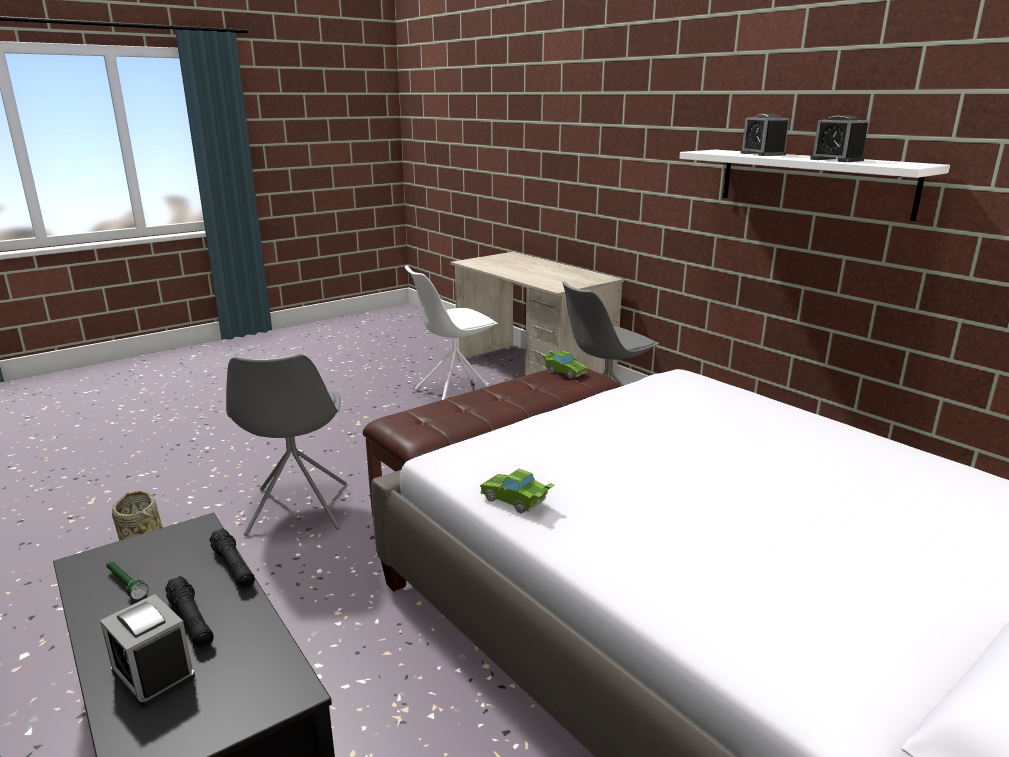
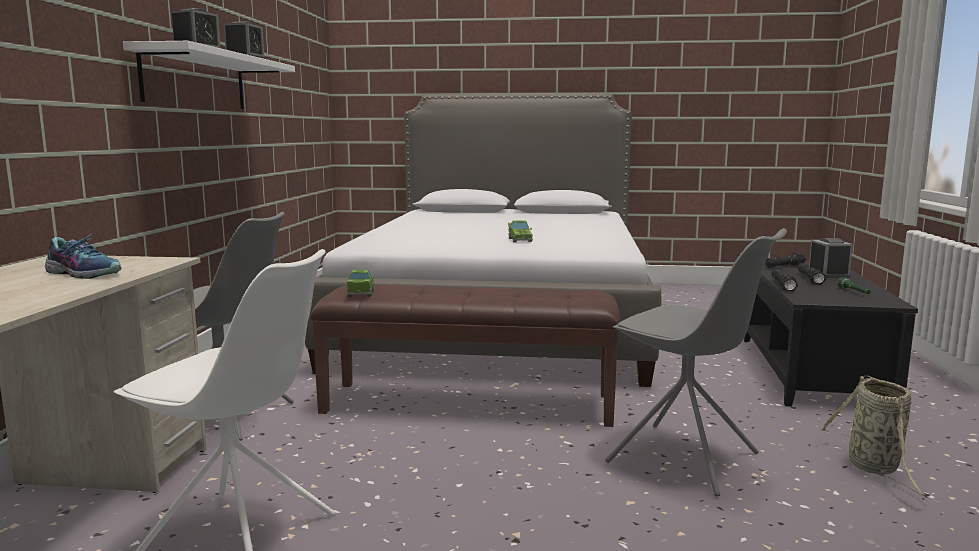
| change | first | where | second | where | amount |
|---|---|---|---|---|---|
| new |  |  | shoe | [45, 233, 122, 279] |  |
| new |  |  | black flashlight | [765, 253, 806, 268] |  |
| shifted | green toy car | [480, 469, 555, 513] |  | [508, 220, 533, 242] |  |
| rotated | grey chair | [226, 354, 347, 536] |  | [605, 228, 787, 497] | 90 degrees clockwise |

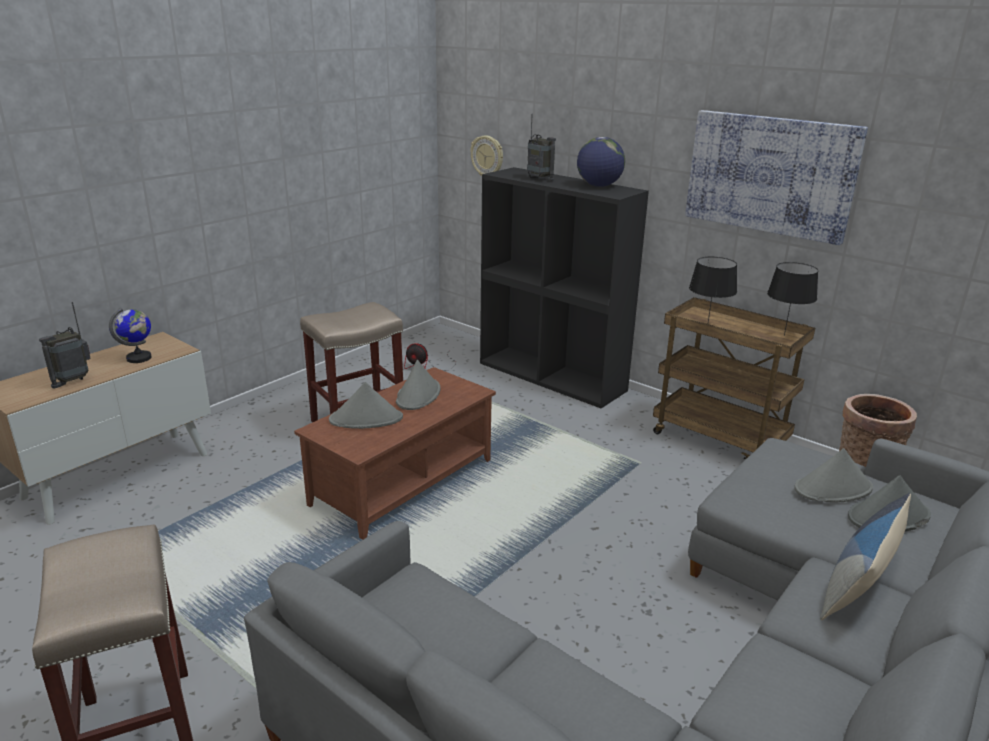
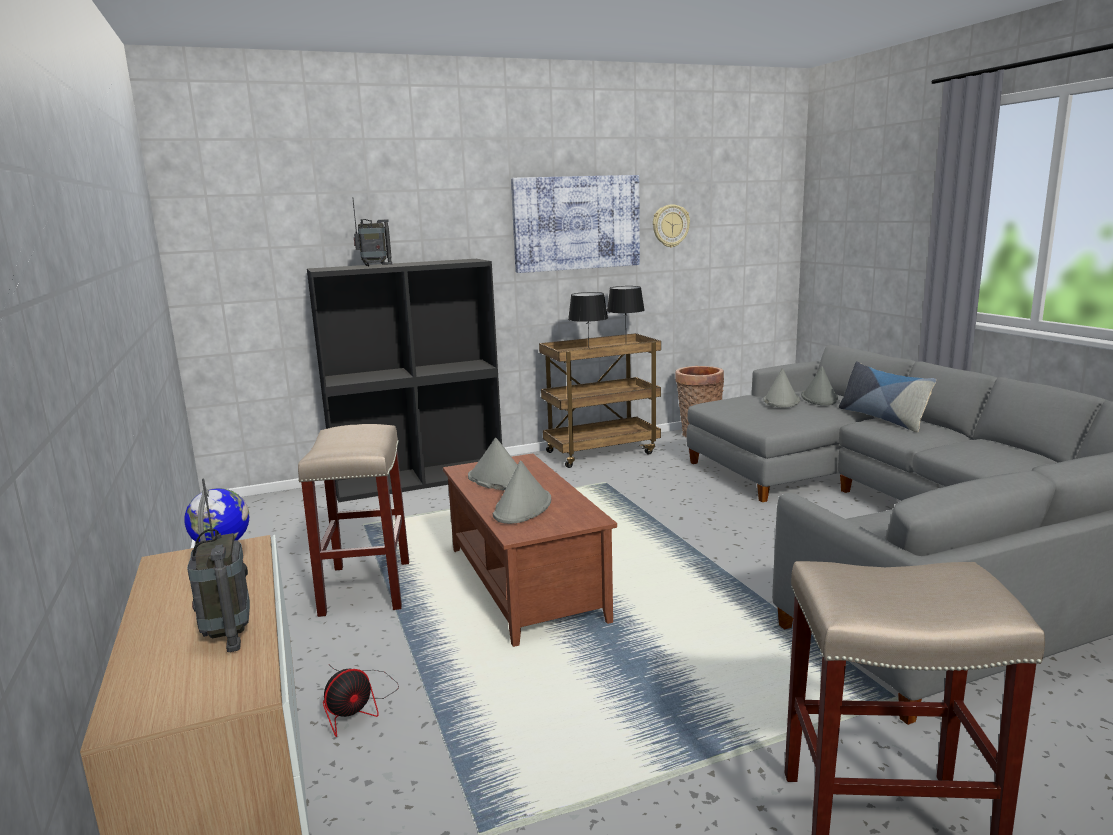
| change | first | where | second | where | amount |
|---|---|---|---|---|---|
| gone | globe | [577, 137, 625, 187] |  |  |  |
| shifted | fan | [404, 344, 453, 371] |  | [323, 667, 399, 737] |  |
| shifted | wall clock | [470, 135, 503, 176] |  | [653, 204, 690, 248] |  |

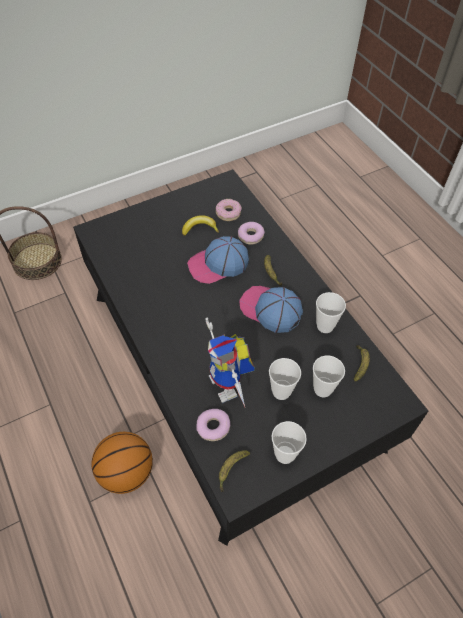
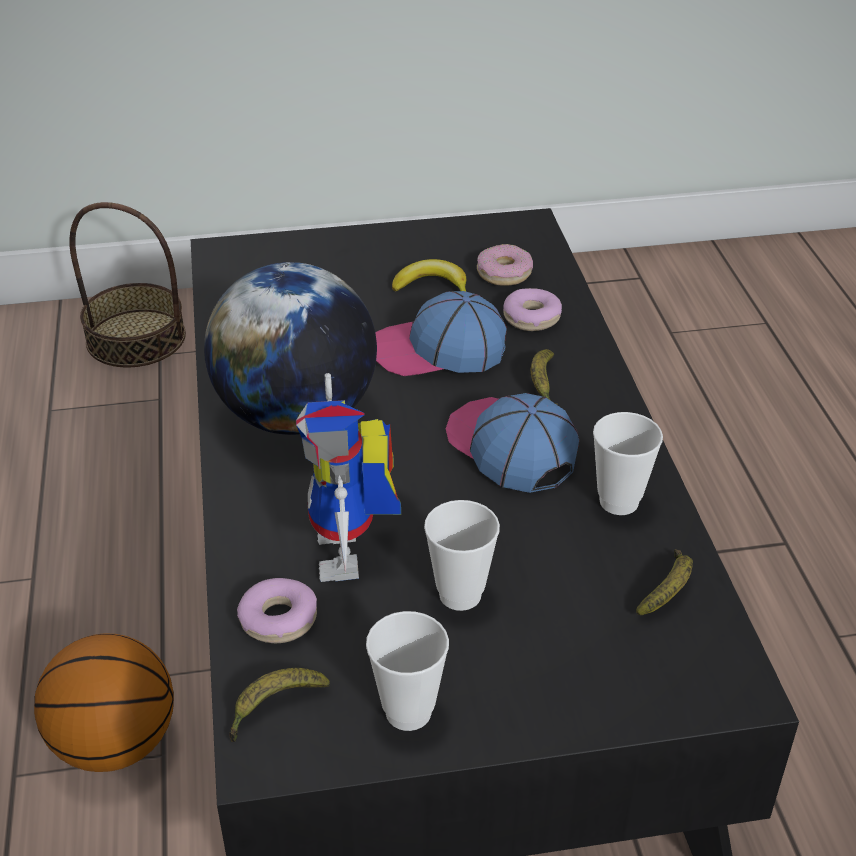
| change | first | where | second | where | amount |
|---|---|---|---|---|---|
| gone | cup | [313, 356, 345, 397] |  |  |  |
| new |  |  | globe | [204, 262, 377, 435] |  |

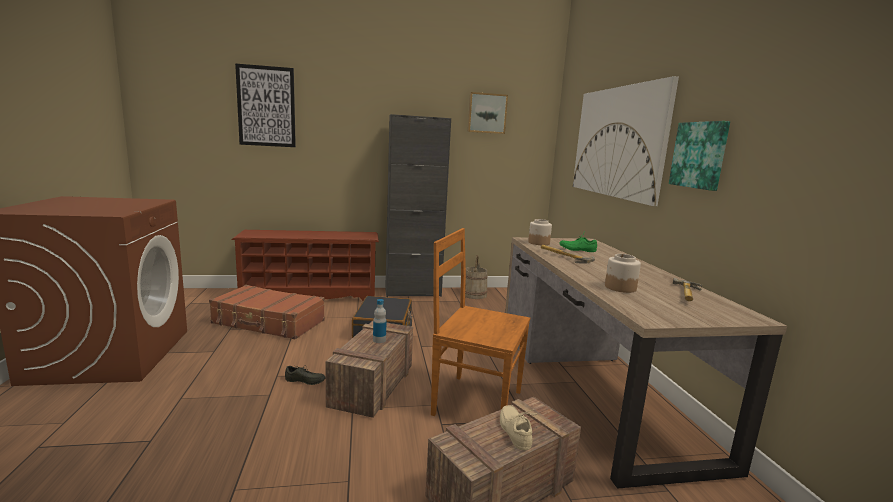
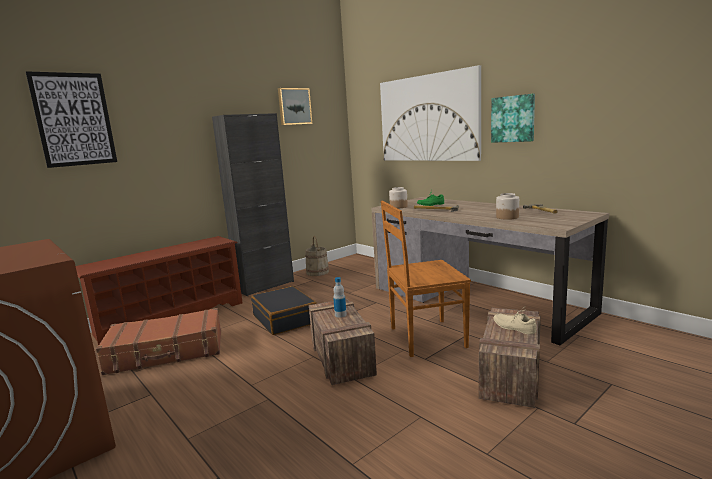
| change | first | where | second | where | amount |
|---|---|---|---|---|---|
| gone | grey shoe | [285, 366, 326, 385] |  |  |  |

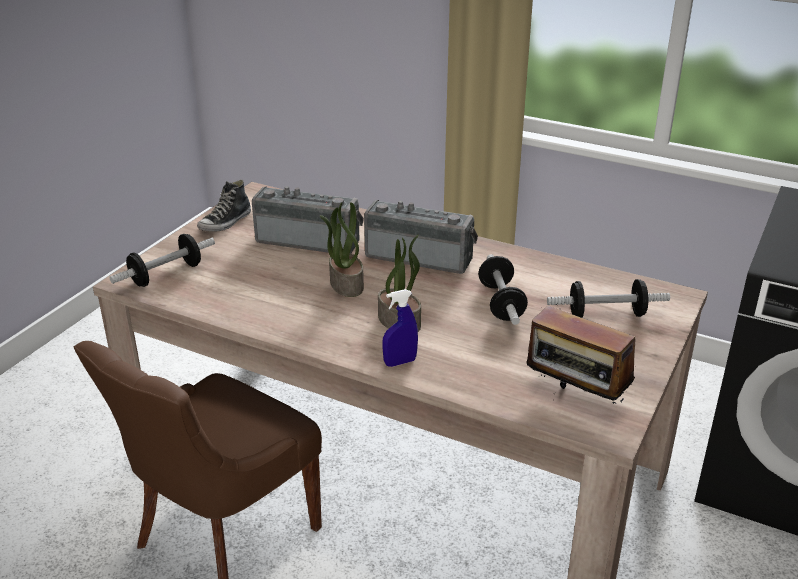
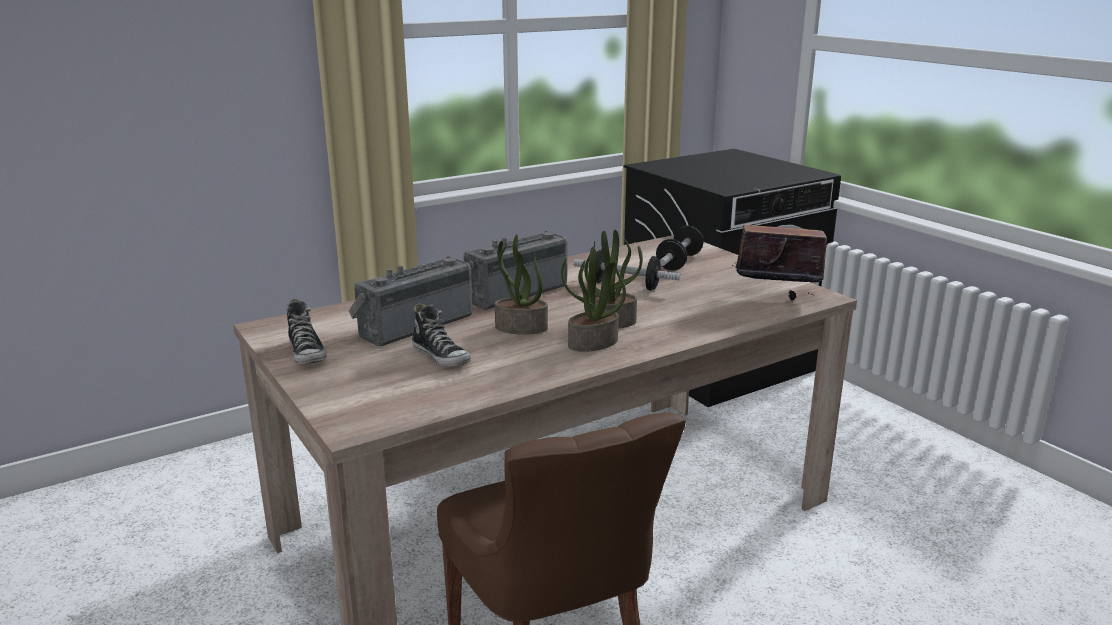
| change | first | where | second | where | amount |
|---|---|---|---|---|---|
| gone | dumbbell | [110, 234, 215, 287] |  |  |  |
| gone | blue spray bottle | [382, 289, 418, 367] |  |  |  |
| new |  |  | shoe | [412, 303, 471, 367] |  |
| new |  |  | potted plant | [561, 247, 626, 352] |  |
| rotated | radio | [527, 304, 635, 404] |  | [732, 208, 835, 300] | 150 degrees counterclockwise |

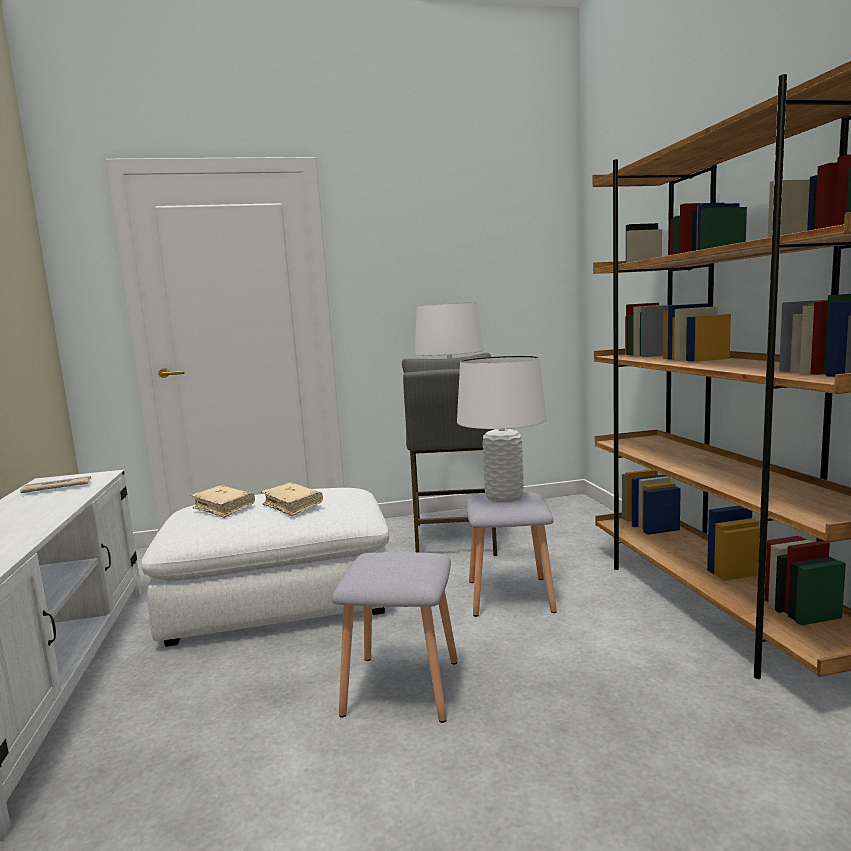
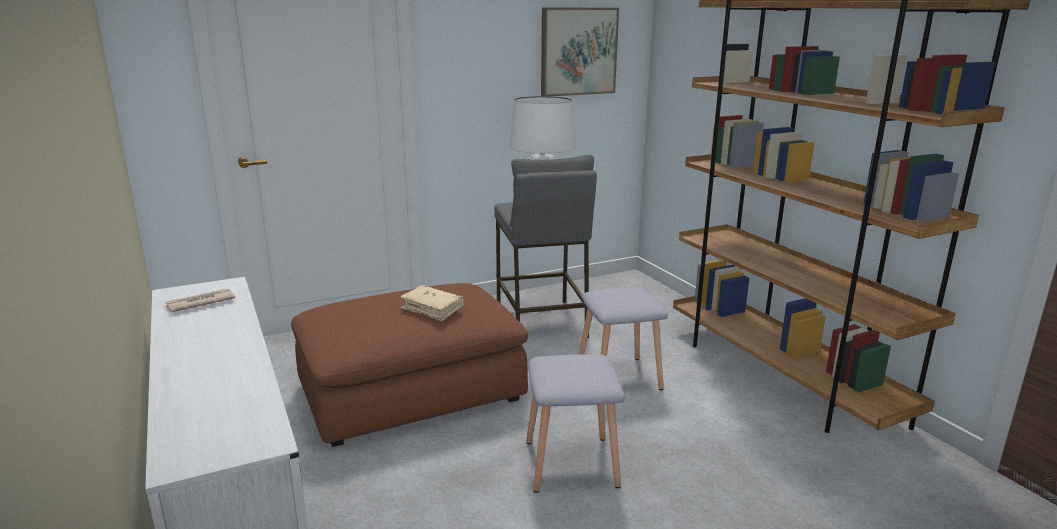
| change | first | where | second | where | amount |
|---|---|---|---|---|---|
| gone | beige book | [191, 485, 255, 518] |  |  |  |
| gone | white table lamp | [457, 356, 547, 502] |  |  |  |
| new |  |  | picture | [541, 7, 619, 96] |  |
| repainted | white ottoman | [141, 488, 389, 647] | brown ottoman | [291, 283, 528, 447] |  |

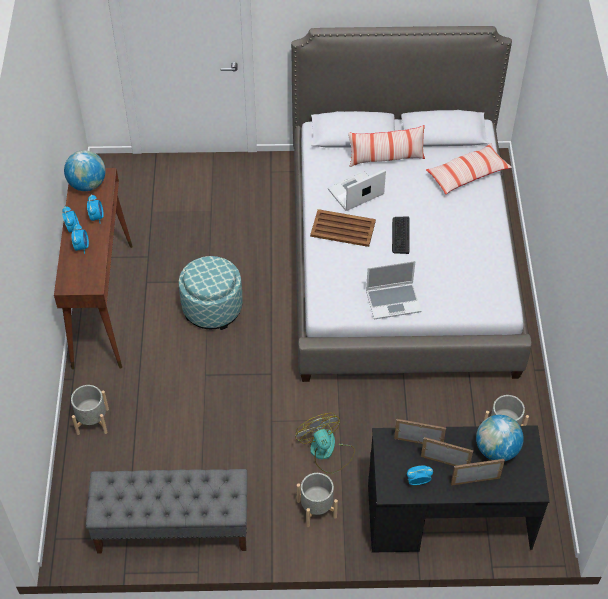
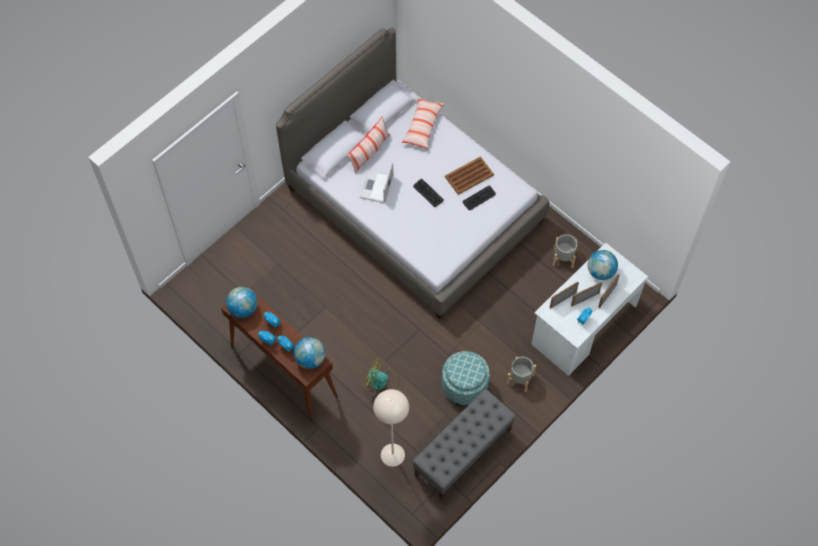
| change | first | where | second | where | amount |
|---|---|---|---|---|---|
| gone | grey planter | [71, 385, 109, 435] |  |  |  |
| gone | laptop | [366, 261, 422, 320] |  |  |  |
| new |  |  | globe | [294, 337, 325, 369] |  |
| new |  |  | beige floor lamp | [373, 389, 409, 467] |  |
| new |  |  | keyboard | [463, 185, 496, 210] |  |
| shifted | ottoman | [179, 256, 243, 330] |  | [442, 351, 490, 406] |  |
| shifted | fan | [295, 413, 355, 474] |  | [363, 358, 400, 392] |  |
| shifted | brown tray | [310, 209, 376, 247] |  | [445, 156, 494, 195] |  |
| repainted | black desk | [368, 425, 550, 552] | white desk | [531, 243, 648, 376] |  |

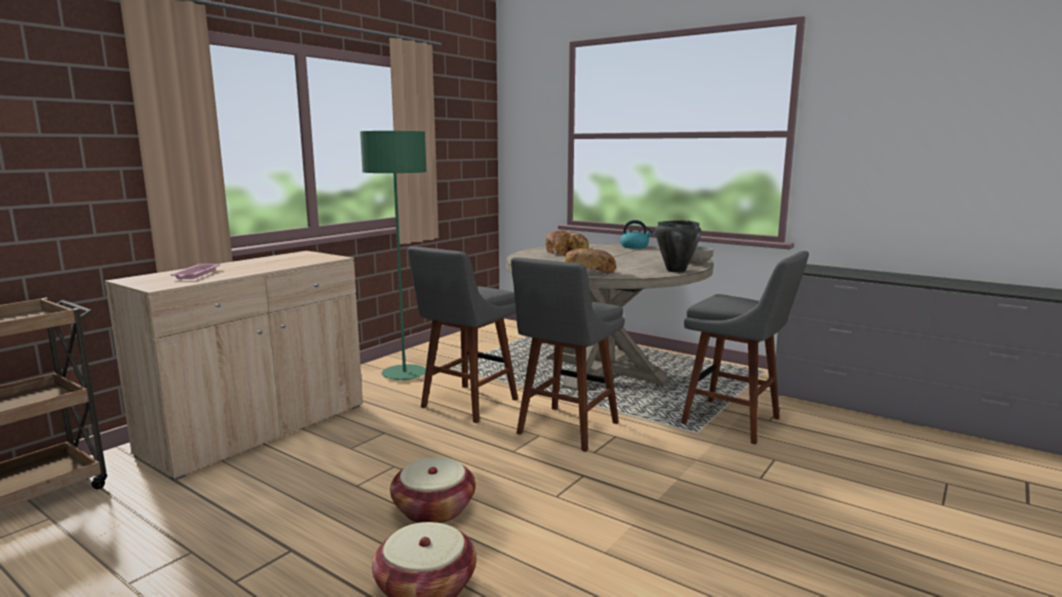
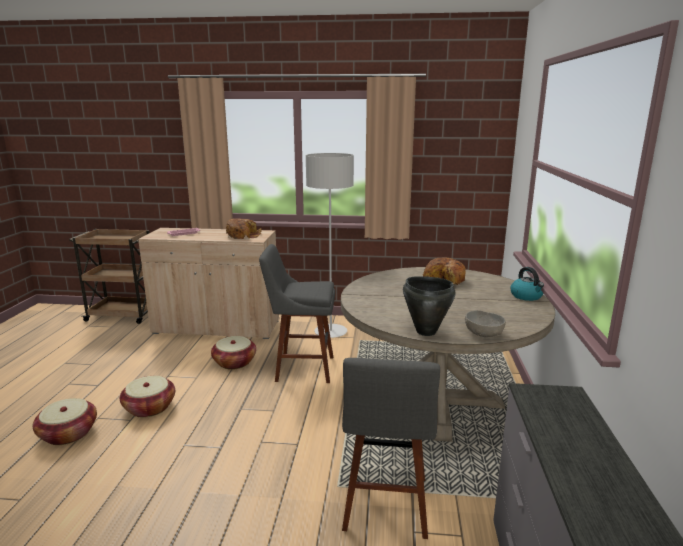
| change | first | where | second | where | amount |
|---|---|---|---|---|---|
| gone | grey stool | [511, 257, 625, 452] |  |  |  |
| new |  |  | basket | [211, 336, 256, 370] |  |
| shifted | bread | [565, 248, 617, 275] |  | [226, 218, 262, 239] |  |
| repainted | green floor lamp | [360, 131, 427, 380] | grey floor lamp | [306, 153, 354, 338] |  |

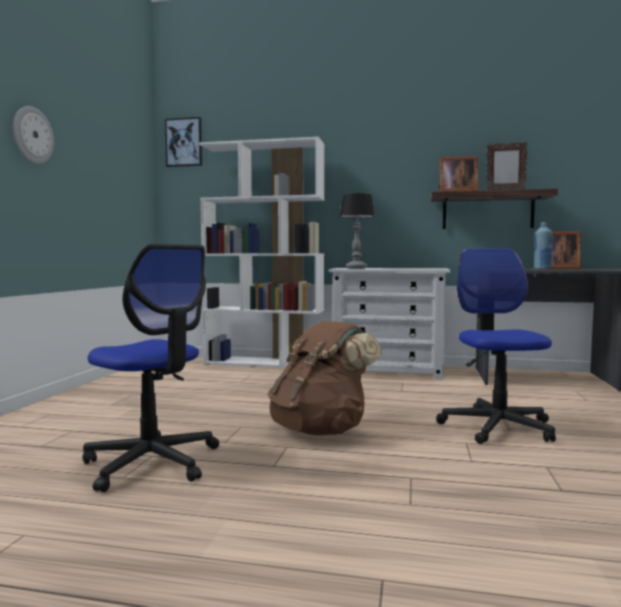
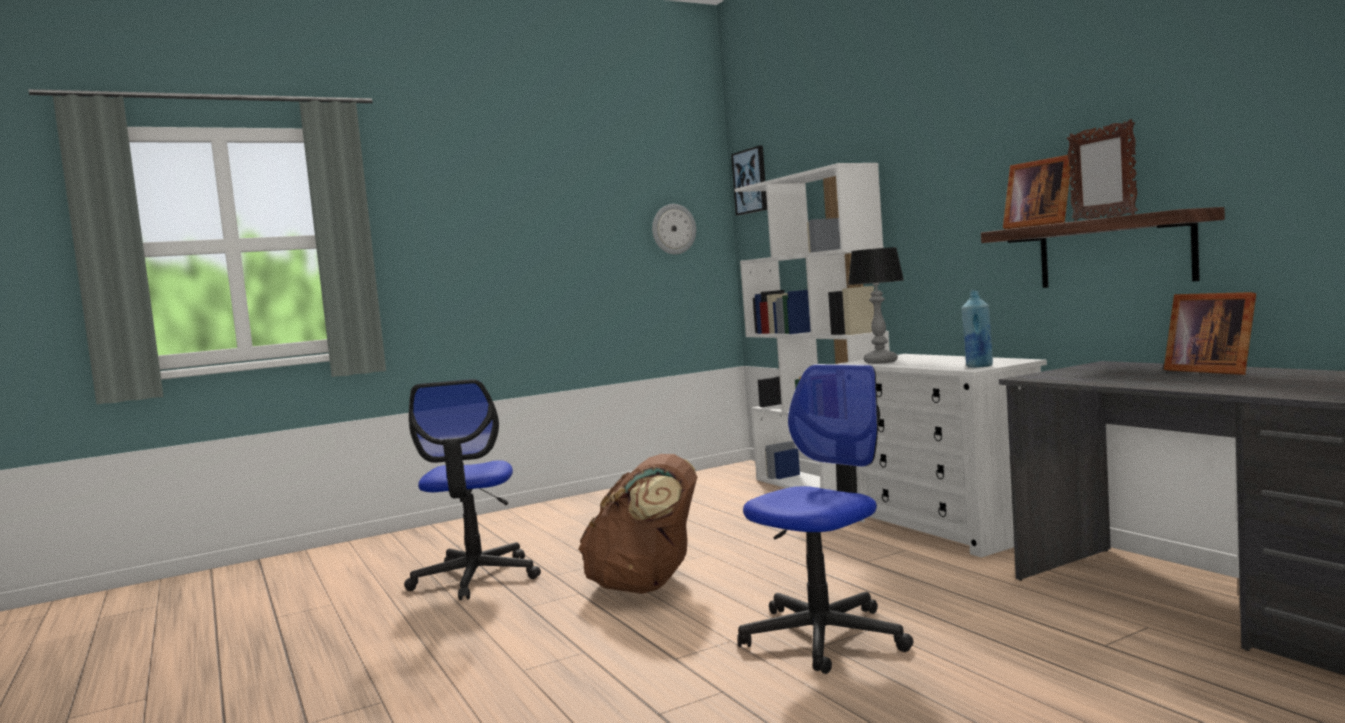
| change | first | where | second | where | amount |
|---|---|---|---|---|---|
| shifted | wall clock | [13, 106, 54, 164] |  | [652, 204, 696, 254] |  |
| shifted | blue bottle | [534, 222, 552, 269] |  | [962, 290, 993, 368] |  |

